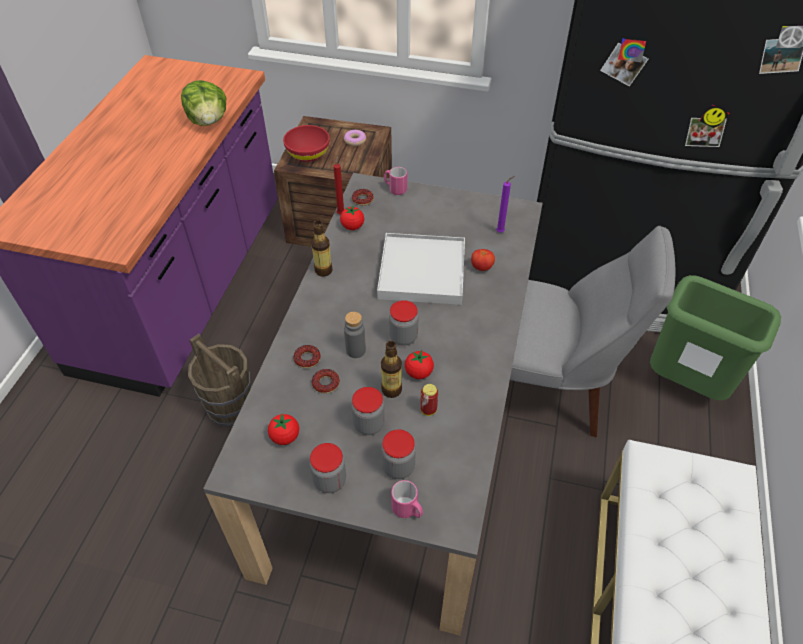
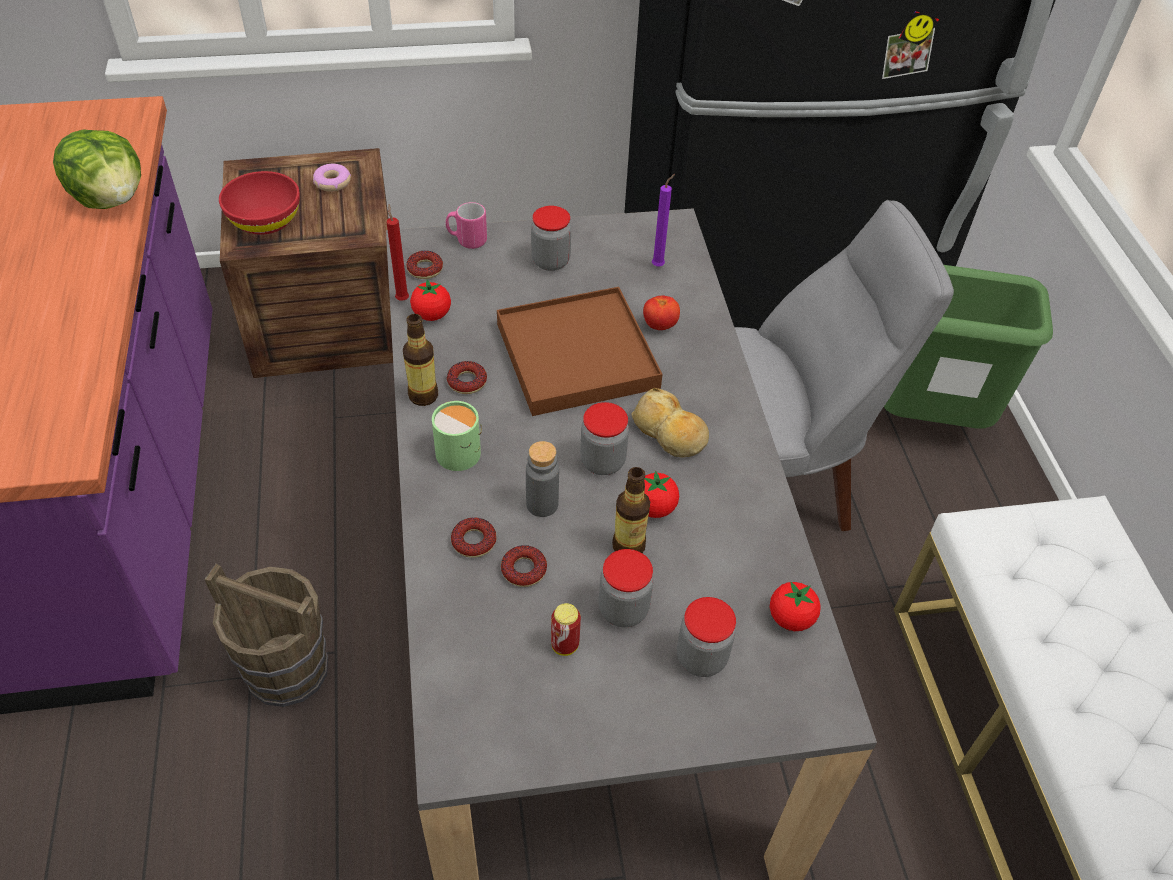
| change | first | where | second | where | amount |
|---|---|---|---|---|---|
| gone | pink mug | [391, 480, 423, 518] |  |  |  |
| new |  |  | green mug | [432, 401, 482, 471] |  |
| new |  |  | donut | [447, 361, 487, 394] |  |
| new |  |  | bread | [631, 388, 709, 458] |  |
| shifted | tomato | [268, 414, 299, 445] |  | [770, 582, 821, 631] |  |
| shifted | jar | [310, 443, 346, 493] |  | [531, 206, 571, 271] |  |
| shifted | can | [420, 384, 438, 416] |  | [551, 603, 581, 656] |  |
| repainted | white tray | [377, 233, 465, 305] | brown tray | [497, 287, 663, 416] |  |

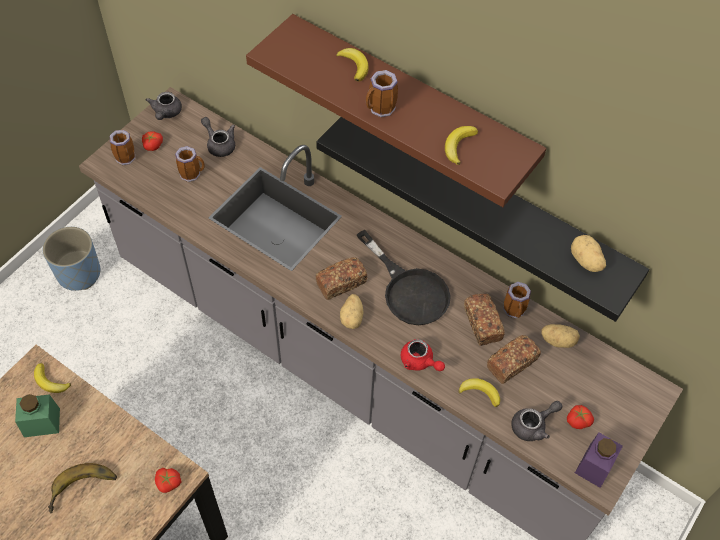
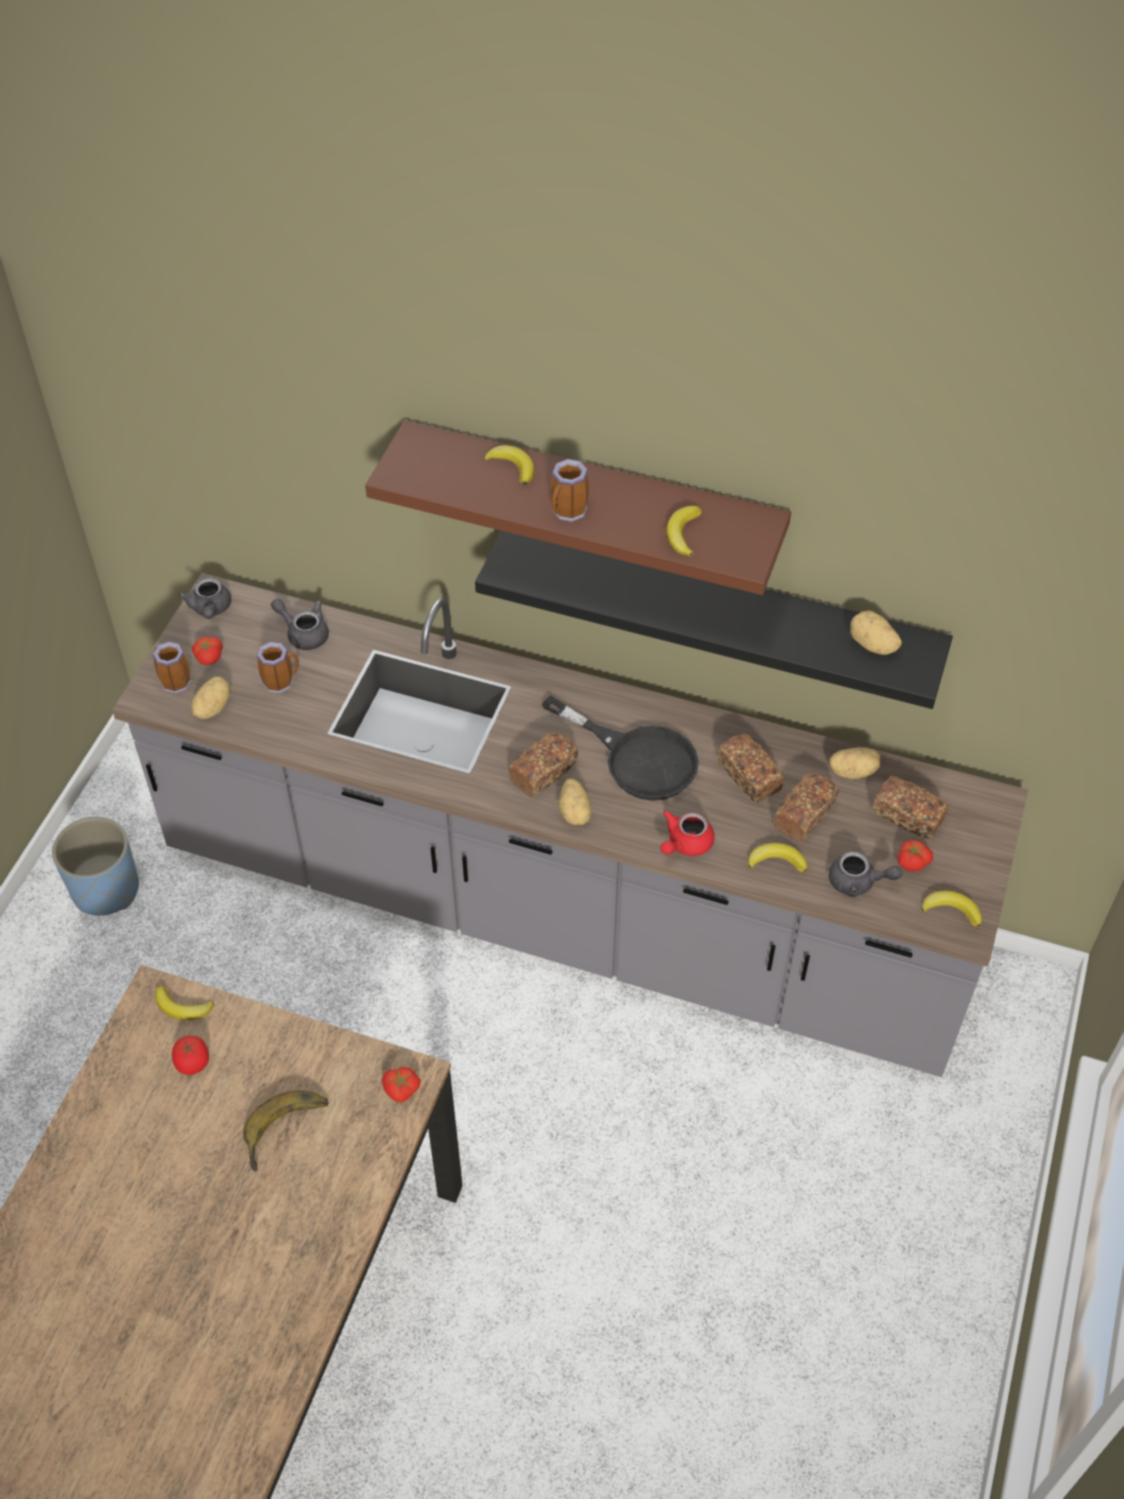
| change | first | where | second | where | amount |
|---|---|---|---|---|---|
| gone | mug | [503, 282, 531, 319] |  |  |  |
| new |  |  | potato | [191, 677, 231, 719] |  |
| new |  |  | bread | [873, 776, 949, 840] |  |
| swapped | green jar | [15, 394, 60, 437] | tomato | [172, 1036, 209, 1075] |  |
| swapped | purple jar | [575, 433, 623, 488] | banana | [921, 890, 982, 927] |  |
| rotated | red teapot | [401, 339, 445, 371] |  | [661, 810, 715, 856] | 105 degrees clockwise |
| rotated | grey teapot | [511, 401, 562, 441] |  | [829, 852, 902, 897] | 60 degrees clockwise |

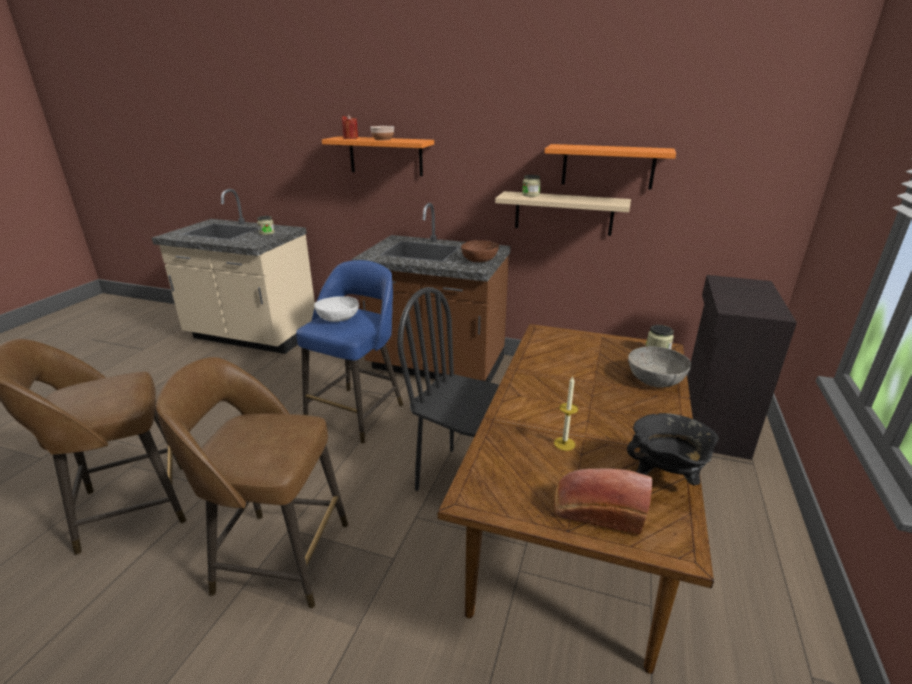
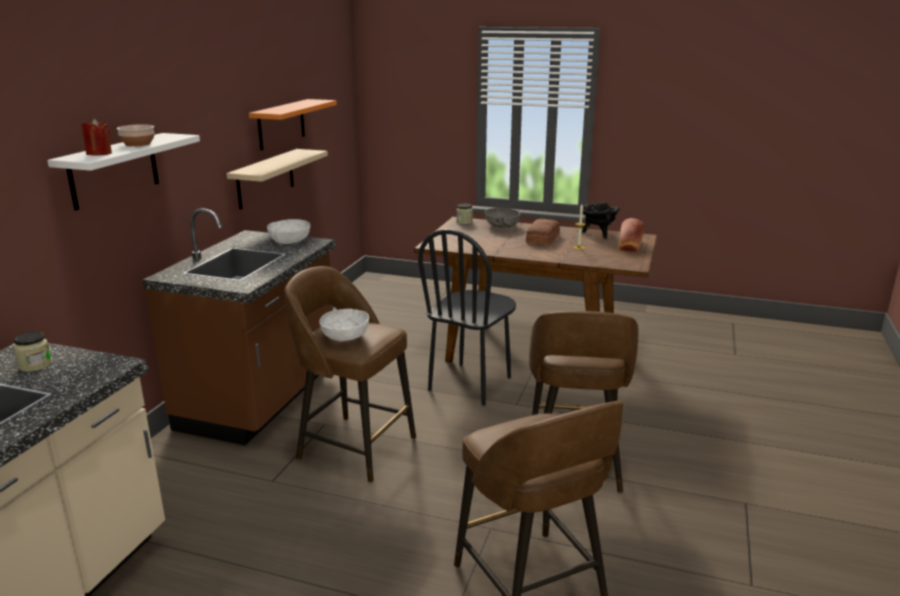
| change | first | where | second | where | amount |
|---|---|---|---|---|---|
| gone | jar | [522, 175, 541, 197] |  |  |  |
| gone | black cabinet | [687, 275, 797, 460] |  |  |  |
| new |  |  | bread | [526, 219, 560, 245] |  |
| repainted | blue stool | [296, 260, 403, 444] | brown stool | [285, 266, 416, 483] |  |
| repainted | orange shelf | [322, 136, 434, 176] | white shelf | [47, 133, 200, 210] |  |
| repainted | brown bowl | [461, 240, 499, 262] | white bowl | [267, 219, 310, 244] |  |

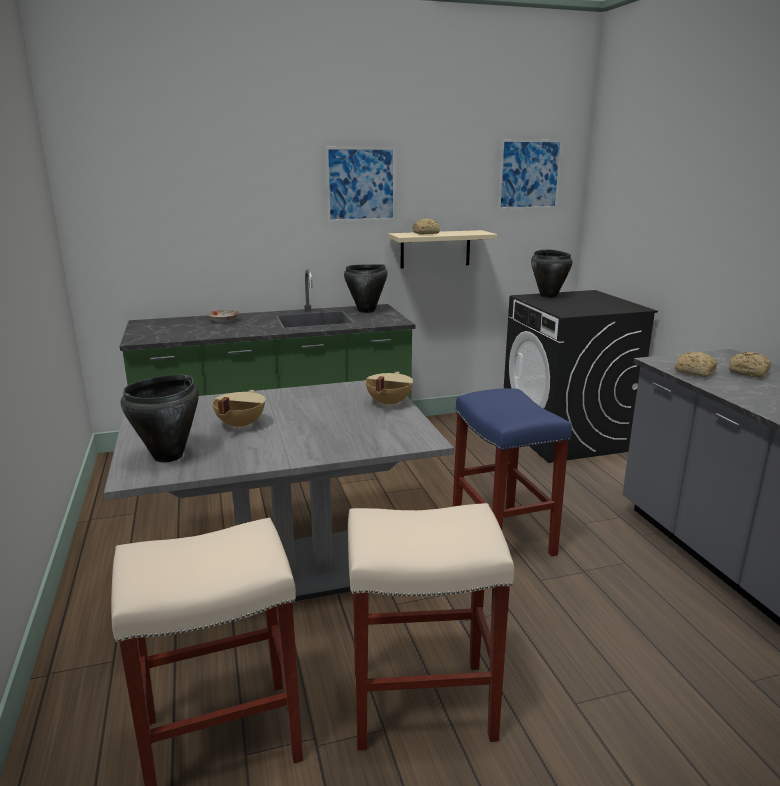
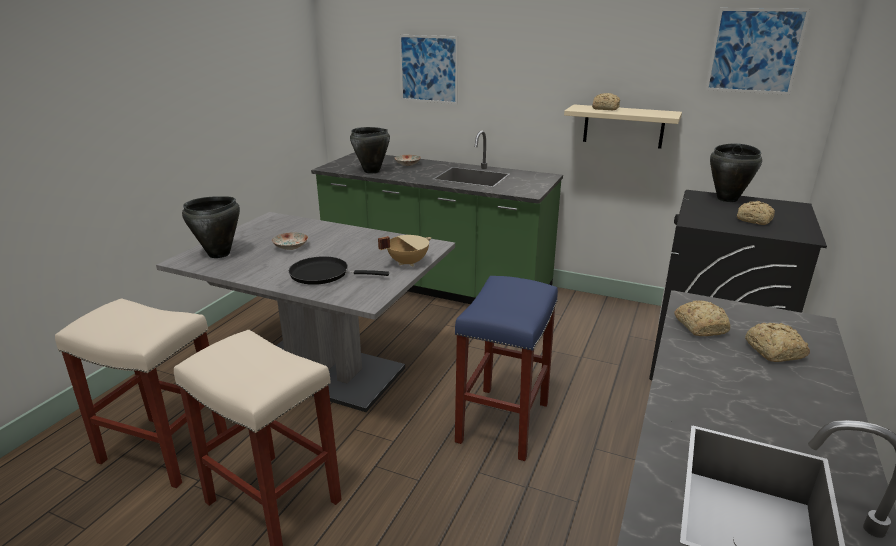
| change | first | where | second | where | amount |
|---|---|---|---|---|---|
| new |  |  | black frying pan | [289, 256, 389, 285] |  |
| new |  |  | bread | [737, 201, 775, 225] |  |
| shifted | picture | [325, 147, 396, 222] |  | [399, 35, 458, 104] |  |
| shifted | black cooking pot | [344, 264, 388, 313] |  | [350, 127, 390, 173] |  |
| swapped | beige cooking pot | [212, 390, 265, 430] | plate | [272, 232, 308, 250] |  |

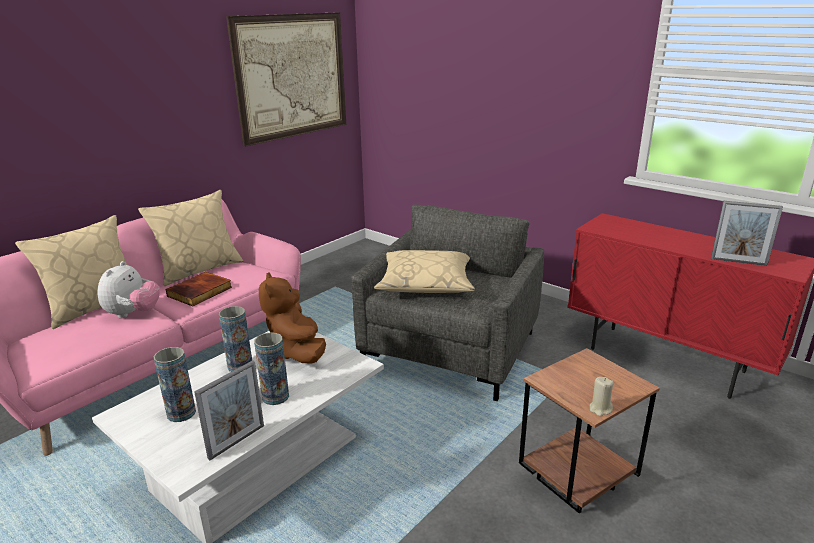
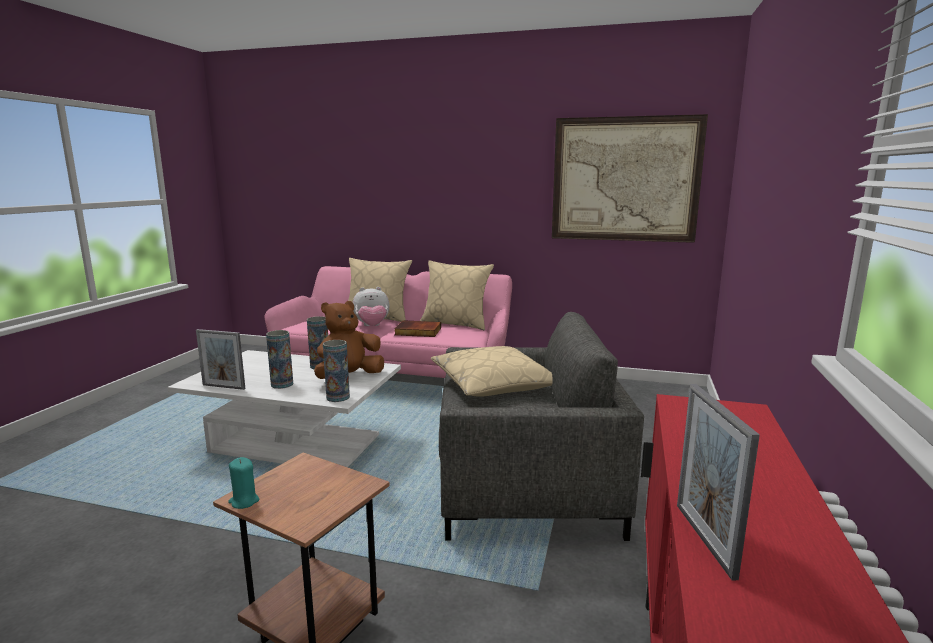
| change | first | where | second | where | amount |
|---|---|---|---|---|---|
| shifted | vase | [154, 347, 196, 422] |  | [323, 340, 350, 402] |  |
| repainted | beige candle | [590, 377, 614, 416] | turquoise candle | [228, 457, 259, 509] |  |

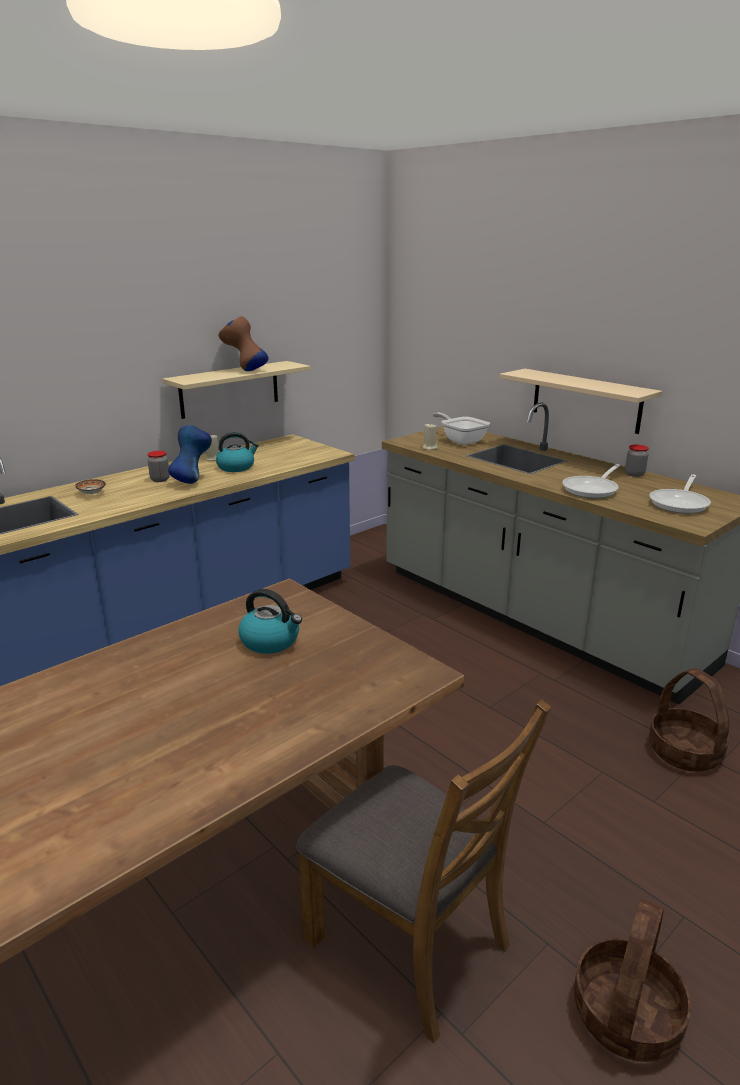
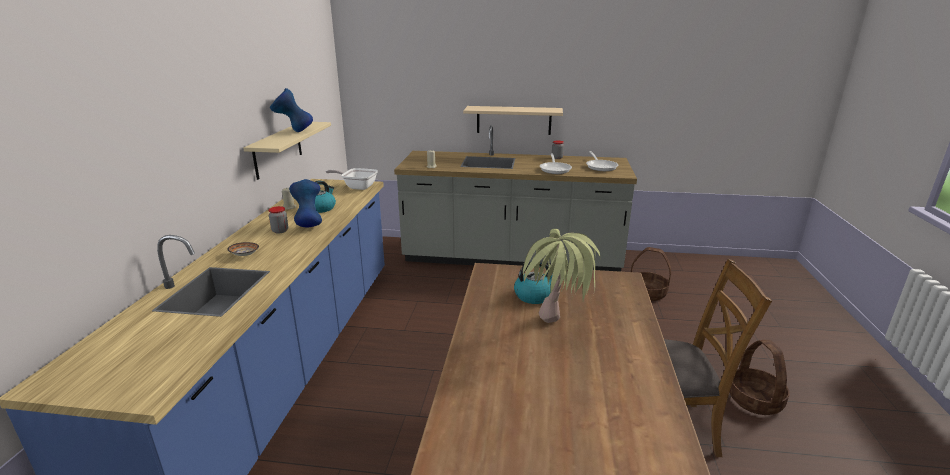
| change | first | where | second | where | amount |
|---|---|---|---|---|---|
| new |  |  | potted plant | [521, 229, 600, 323] |  |
| shifted | frying pan | [433, 413, 490, 445] |  | [326, 168, 378, 190] |  |
| repainted | brown vase | [218, 316, 268, 371] | blue vase | [270, 88, 313, 132] |  |

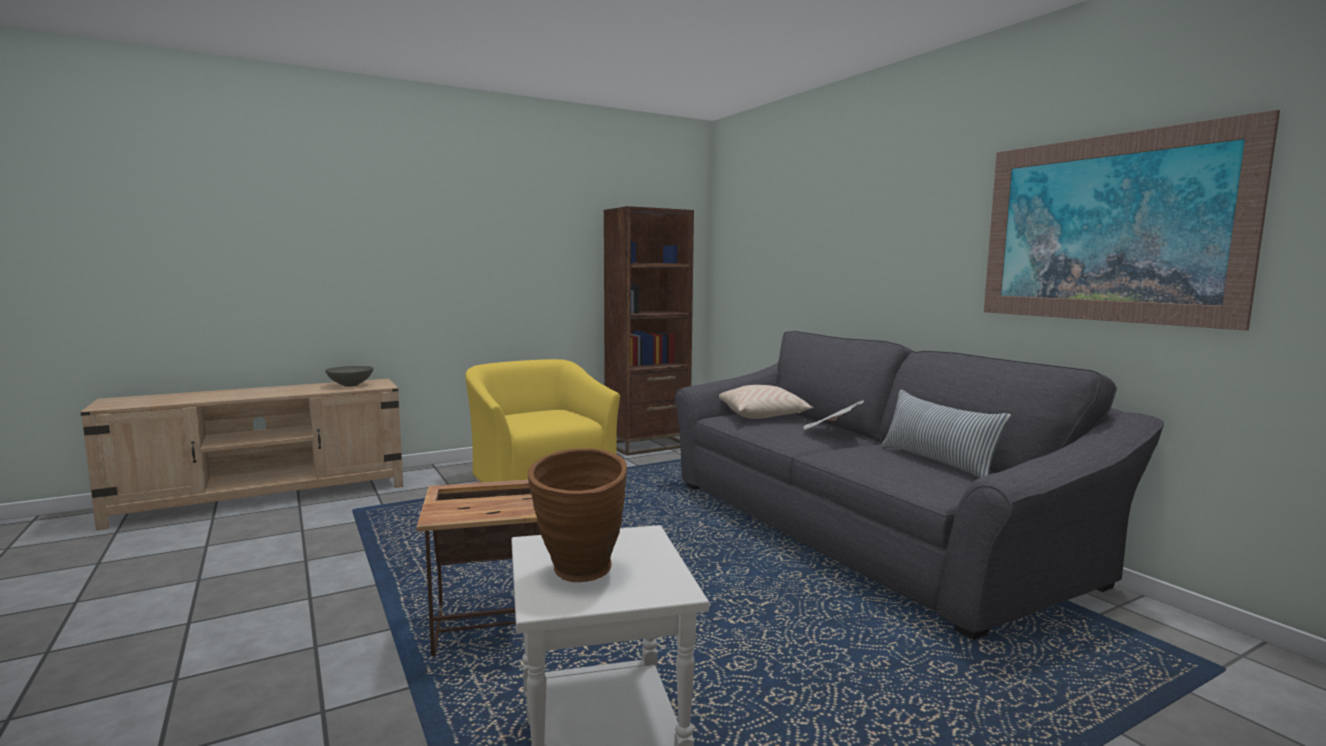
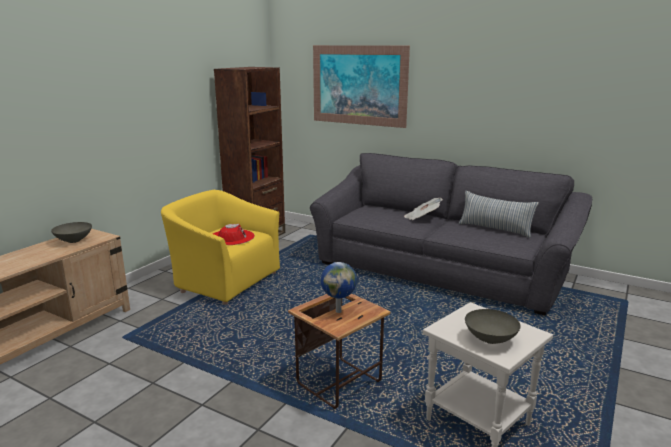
| change | first | where | second | where | amount |
|---|---|---|---|---|---|
| gone | beige pillow | [719, 385, 813, 419] |  |  |  |
| new |  |  | red hat | [213, 224, 255, 245] |  |
| new |  |  | globe | [321, 262, 357, 313] |  |
| shifted | picture | [984, 110, 1280, 330] |  | [313, 45, 410, 128] |  |
| swapped | brown vase | [527, 448, 627, 582] | grey bowl | [465, 309, 521, 344] |  |

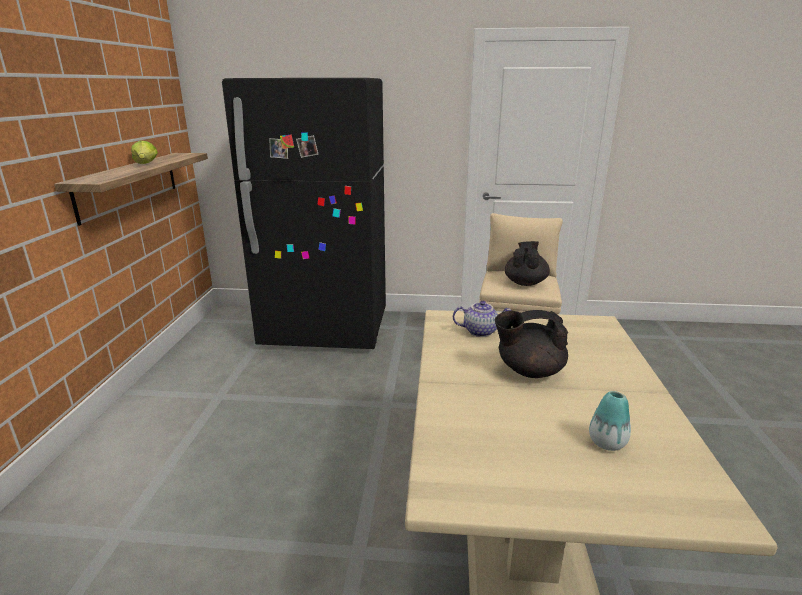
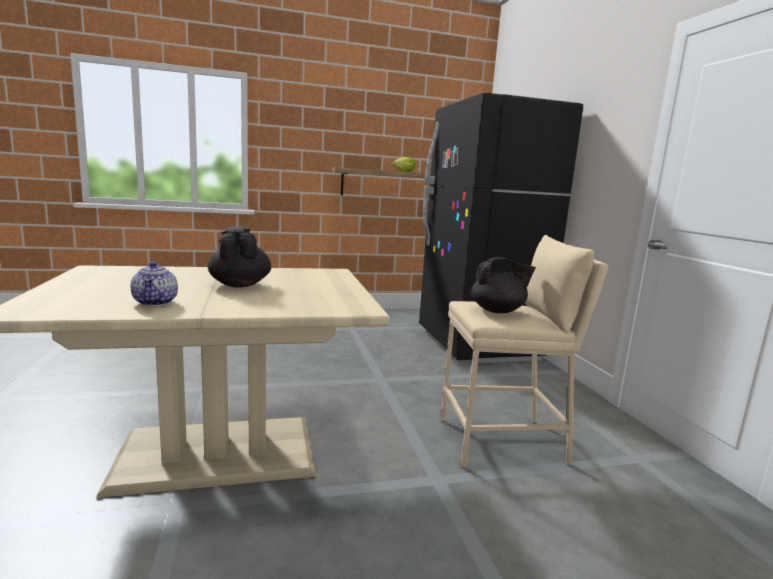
| change | first | where | second | where | amount |
|---|---|---|---|---|---|
| gone | vase | [589, 391, 631, 451] |  |  |  |
| shifted | teapot | [453, 301, 511, 337] |  | [131, 262, 178, 306] |  |

